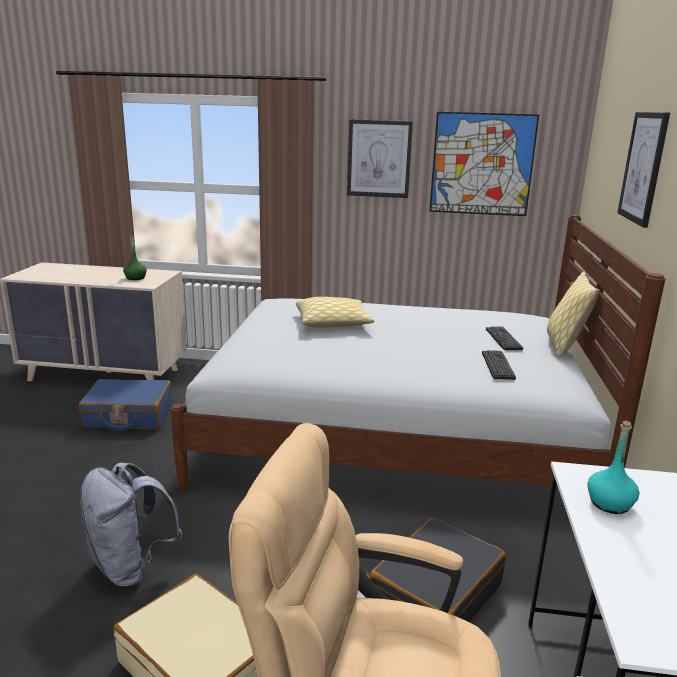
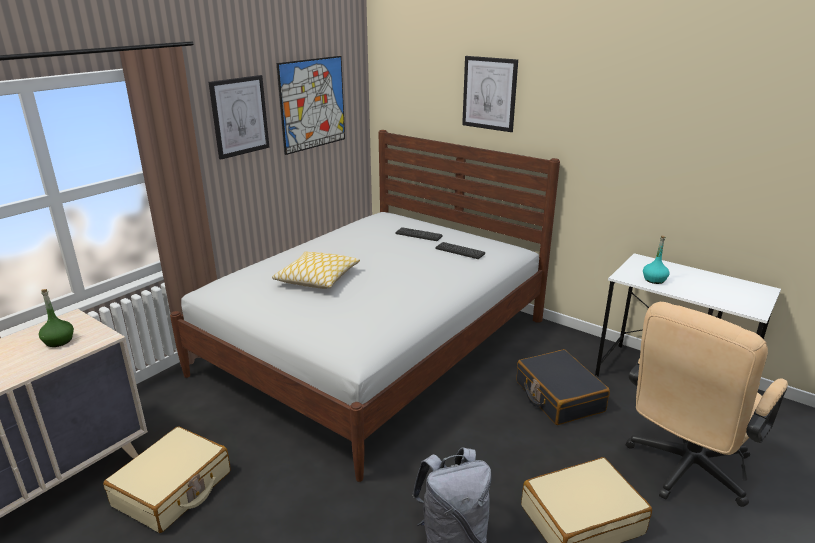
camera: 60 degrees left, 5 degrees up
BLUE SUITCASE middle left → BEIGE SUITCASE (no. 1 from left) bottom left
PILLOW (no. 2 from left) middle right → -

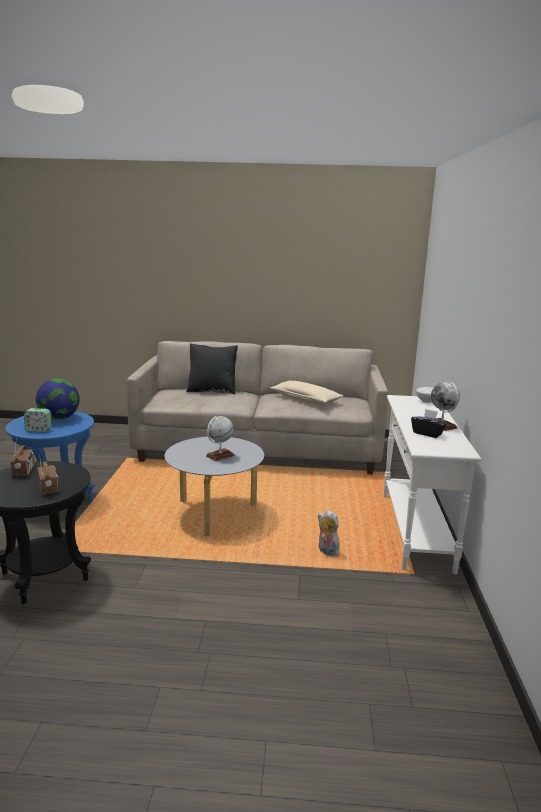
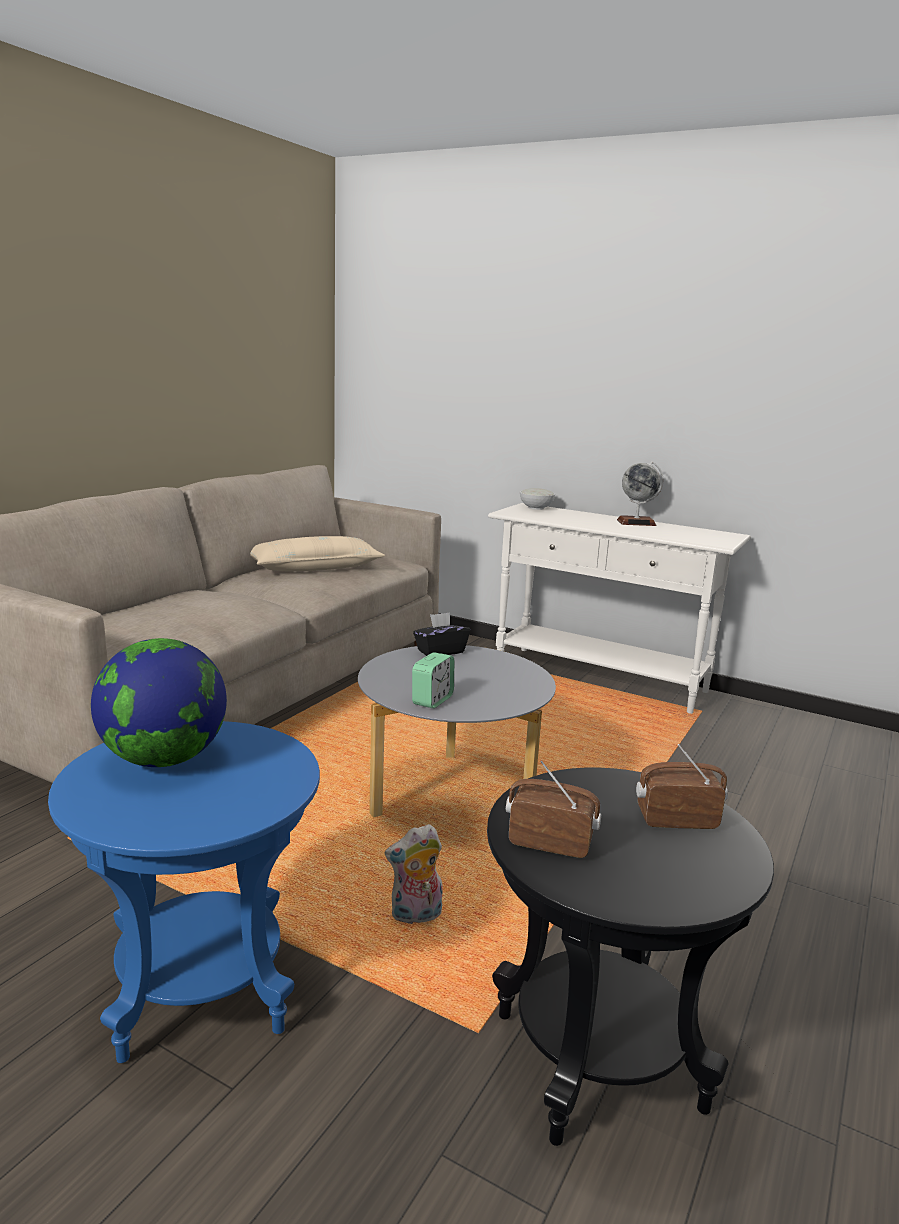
camera: 65 degrees left, 0 degrees up
PLUSH TOY centre → PLUSH TOY bottom centre, shifted
ALARM CLOCK middle left → ALARM CLOCK centre, shifted
BLACK TISSUE BOX middle right → BLACK TISSUE BOX centre, shifted
BLACK PILLOW centre → -
GLOBE (no. 2 from left) centre → -

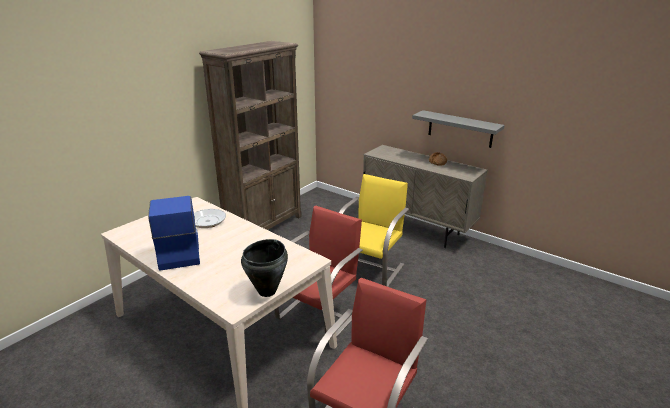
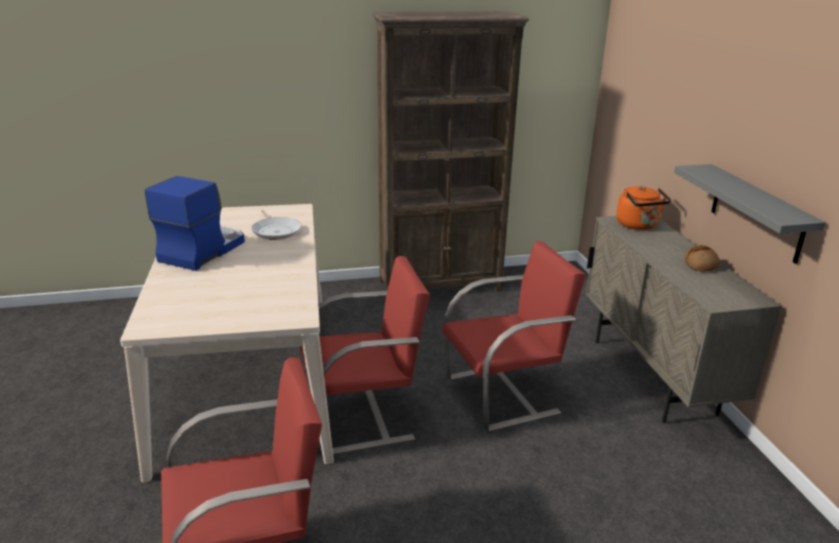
camera: 40 degrees right, 0 degrees up
YELLOW CHAIR centre → RED CHAIR (no. 3 from left) centre
- → ORANGE KETTLE middle right
BLACK COOKING POT centre → -

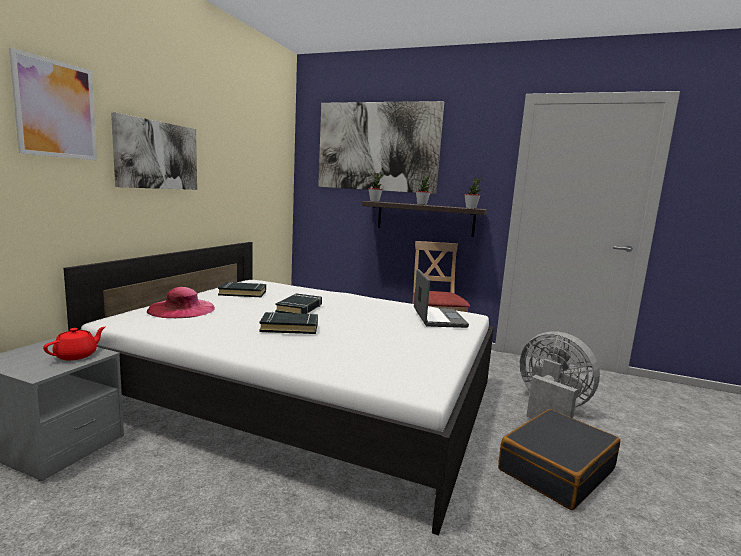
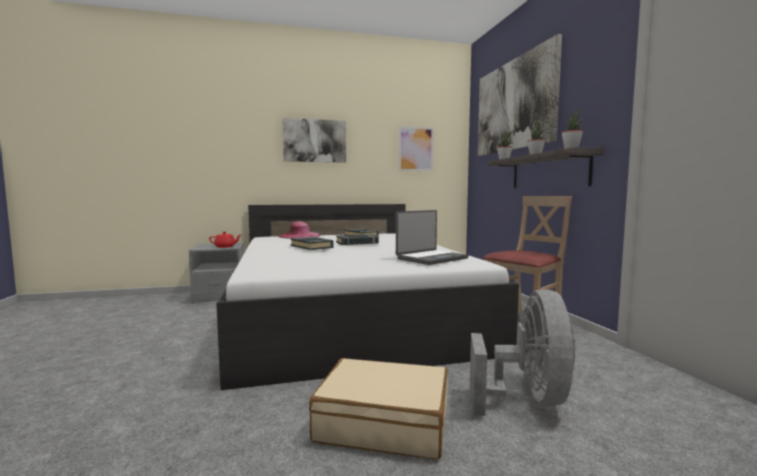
camera: 55 degrees right, 5 degrees down
BLACK SUITCASE bottom right → BEIGE SUITCASE bottom centre
PICTURE (no. 1 from left in the first image) top left → PICTURE (no. 2 from left) top centre, shifted

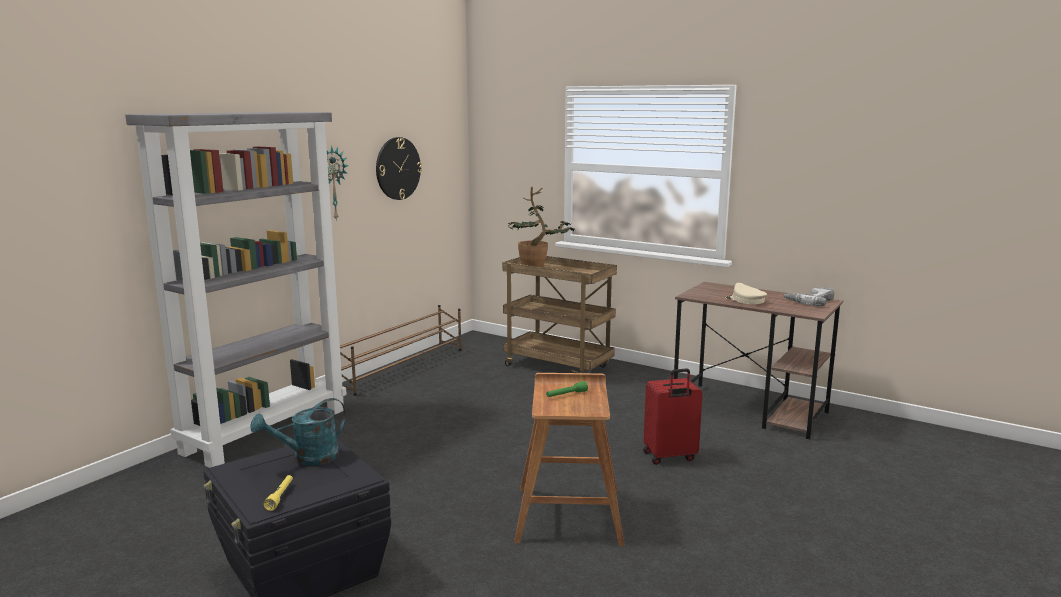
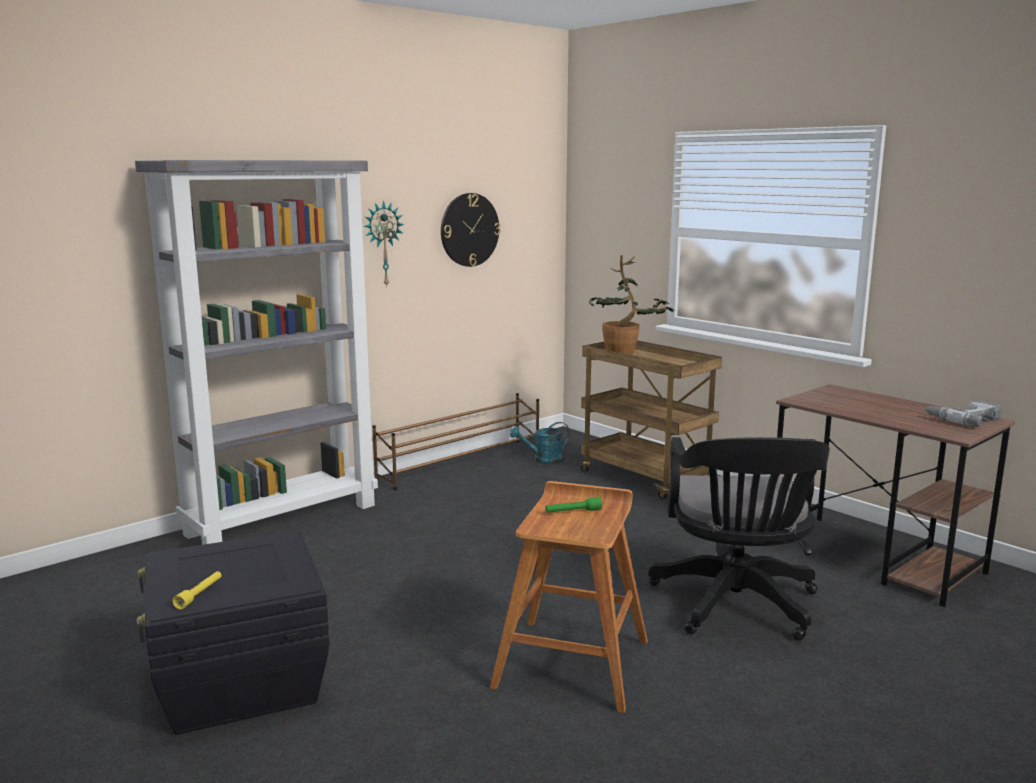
camera: 15 degrees right, 0 degrees up
TURQUOISE WATERING CAN bottom left → TURQUOISE WATERING CAN centre, shifted
RED SUITCASE bottom centre → BLACK OFFICE CHAIR bottom right
BEIGE CAP middle right → -

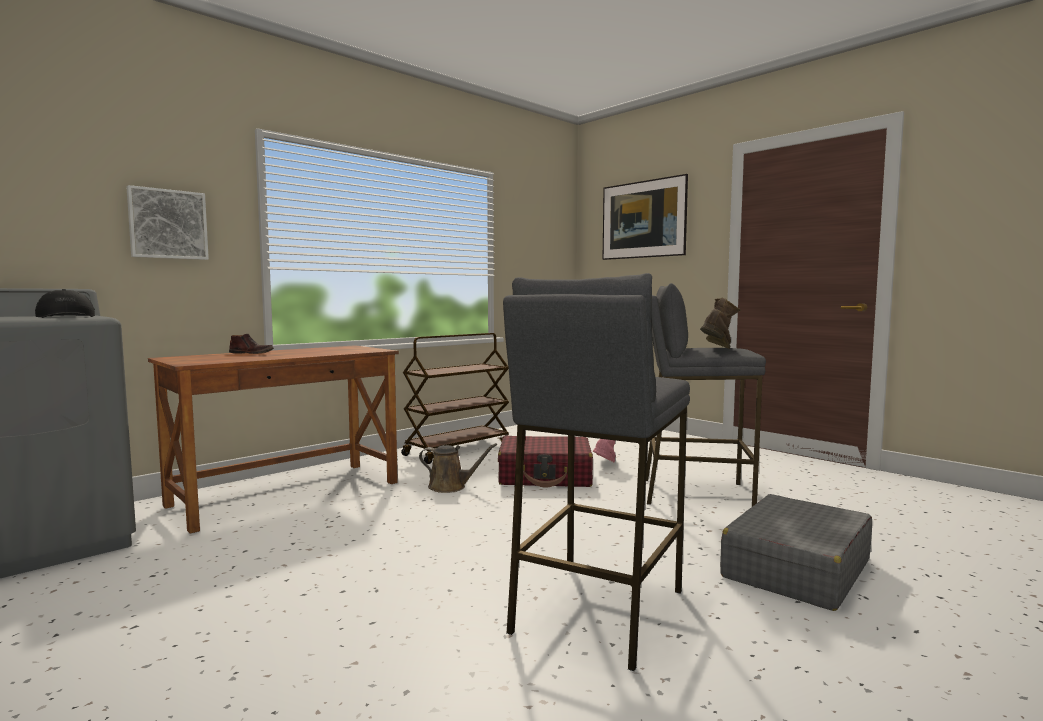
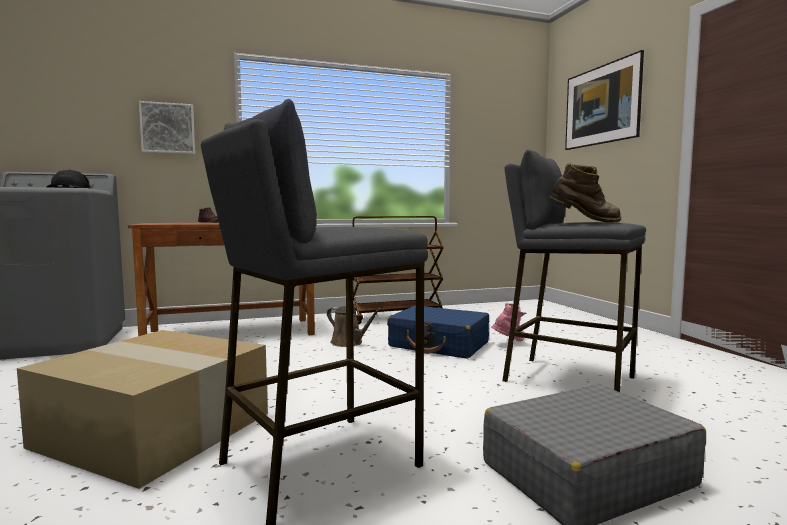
camera: 25 degrees right, 0 degrees up
- → CARDBOARD BOX bottom left
RED SUITCASE centre → BLUE SUITCASE centre
BROWN BOOT middle right, 45 degrees clockwise

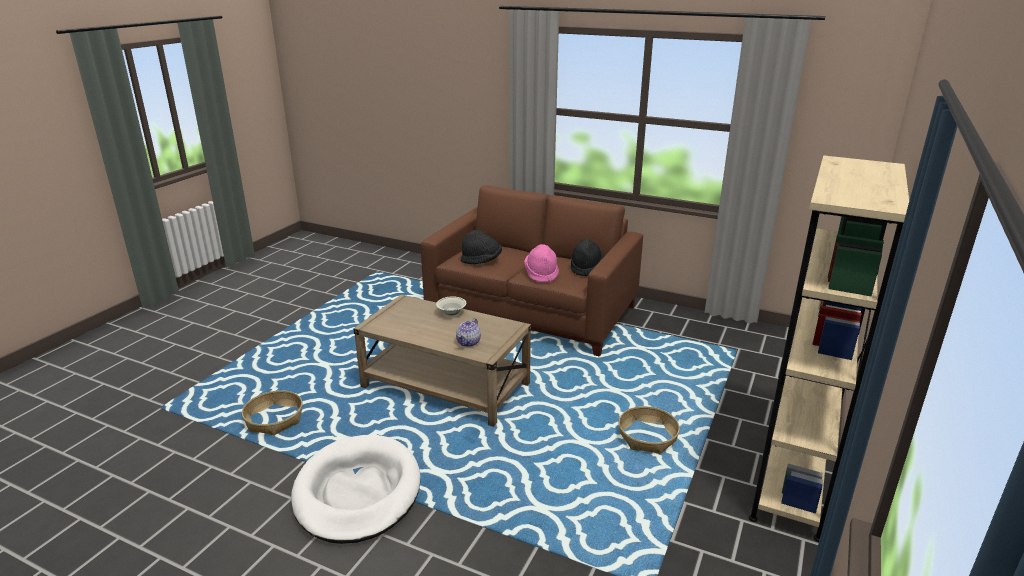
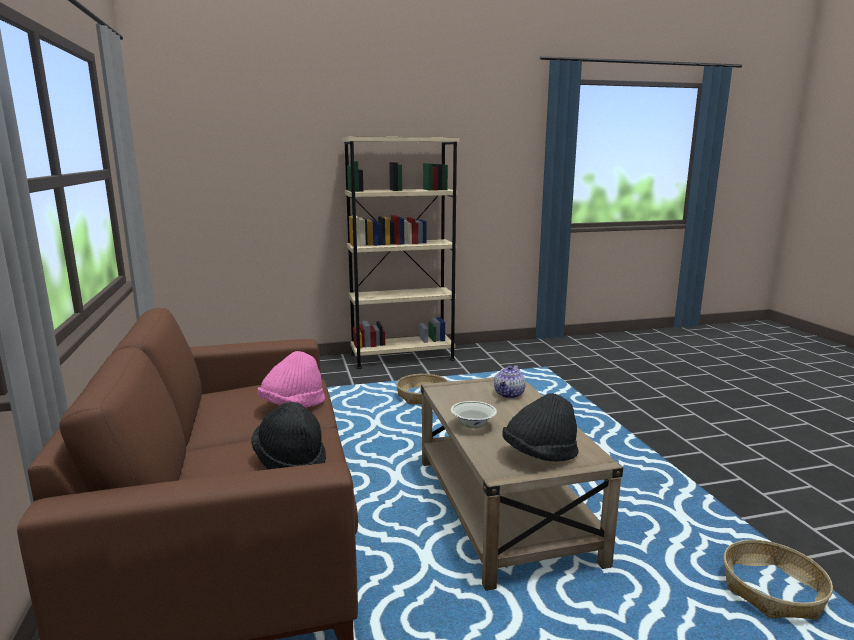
camera: 130 degrees left, 10 degrees down
TEAPOT centre, 135 degrees clockwise
BLACK HAT (no. 2 from left) centre → BLACK HAT (no. 2 from left) bottom centre, shifted
WHITE DOG BED bottom centre → -

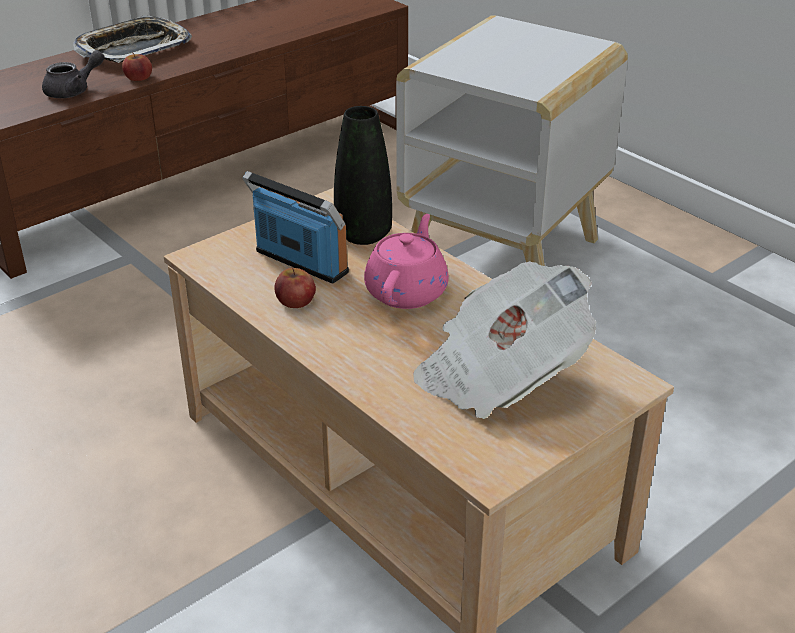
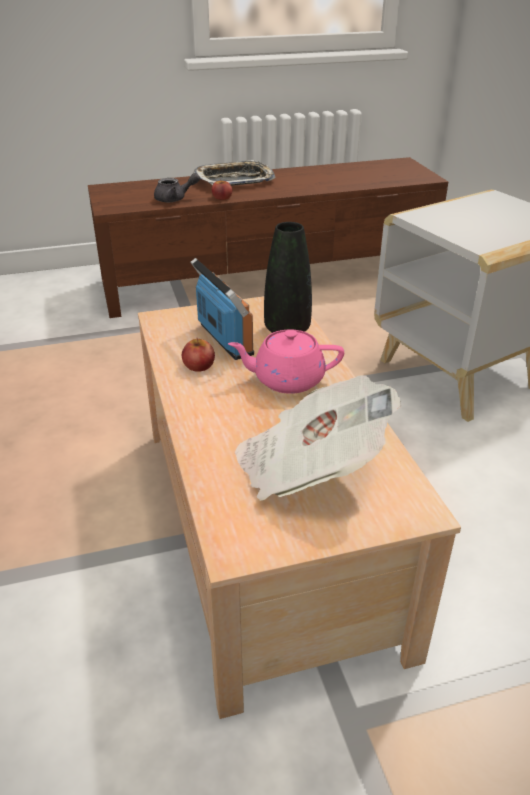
camera: 25 degrees right, 0 degrees up
PINK TEAPOT centre, 135 degrees counterclockwise

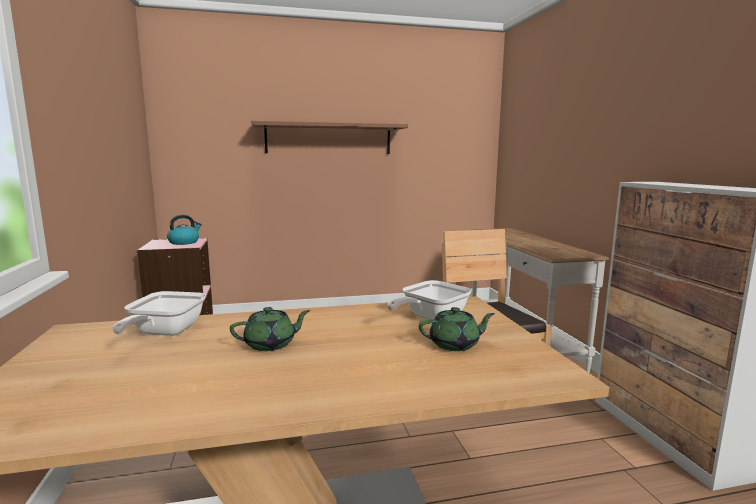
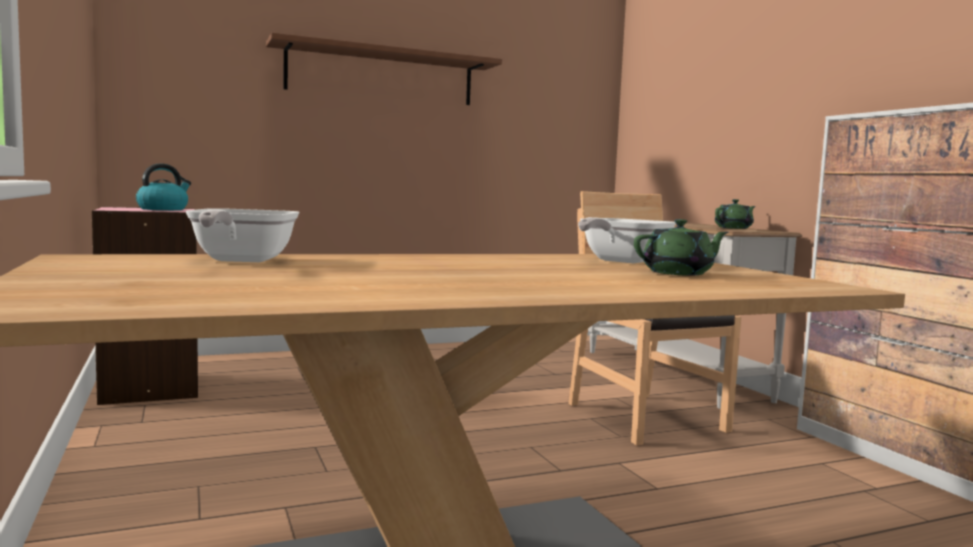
camera: 10 degrees left, 5 degrees down
GREEN TEAPOT (no. 1 from left in the first image) centre → GREEN TEAPOT (no. 2 from left) middle right, shifted

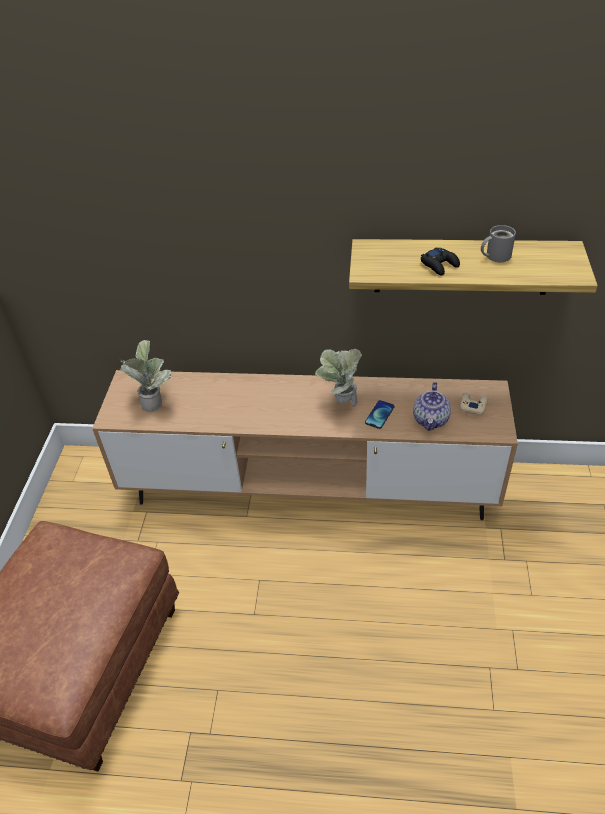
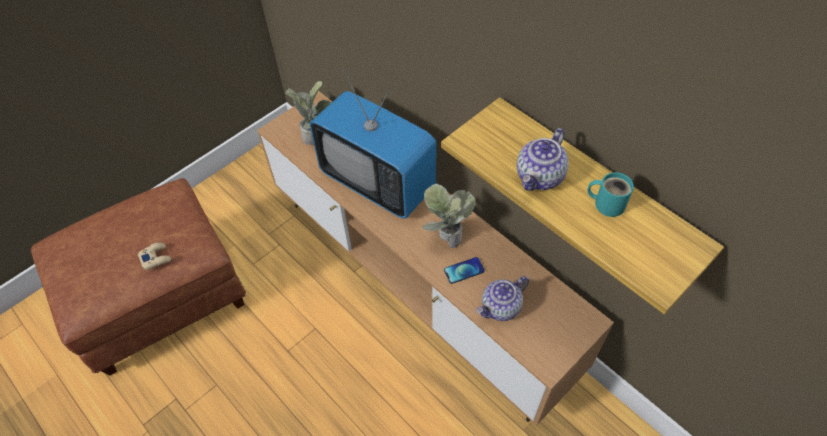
camera: 40 degrees right, 10 degrees up
BEIGE GAME CONTROLLER middle right → BEIGE GAME CONTROLLER middle left, shifted
- → TELEVISION top centre
BLACK GAME CONTROLLER top right → TEAPOT (no. 2 from left) centre
GREY MUG top right → TURQUOISE MUG middle right

